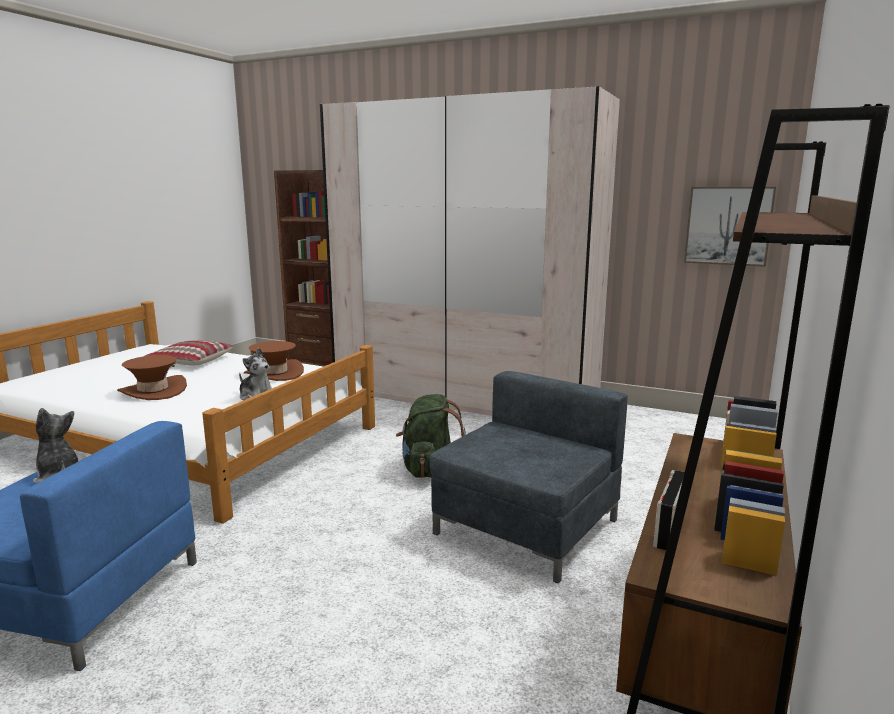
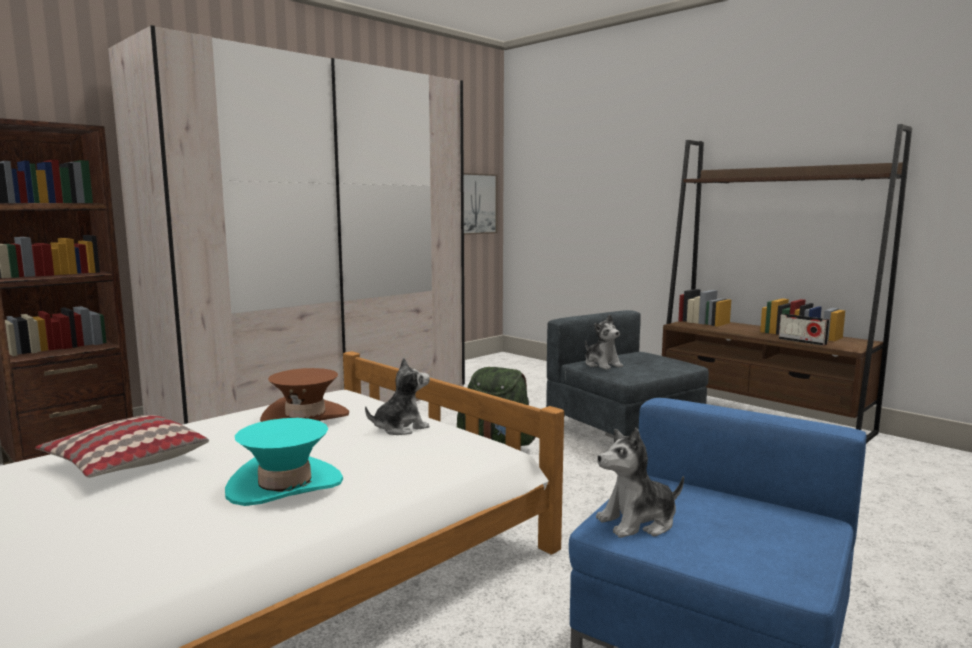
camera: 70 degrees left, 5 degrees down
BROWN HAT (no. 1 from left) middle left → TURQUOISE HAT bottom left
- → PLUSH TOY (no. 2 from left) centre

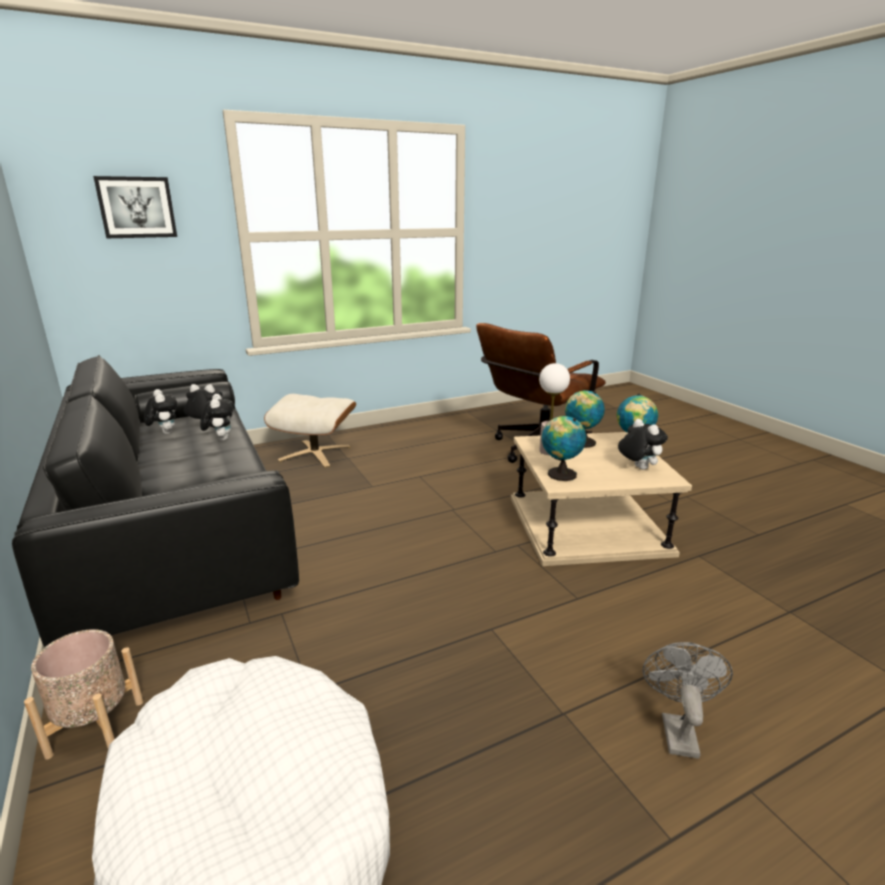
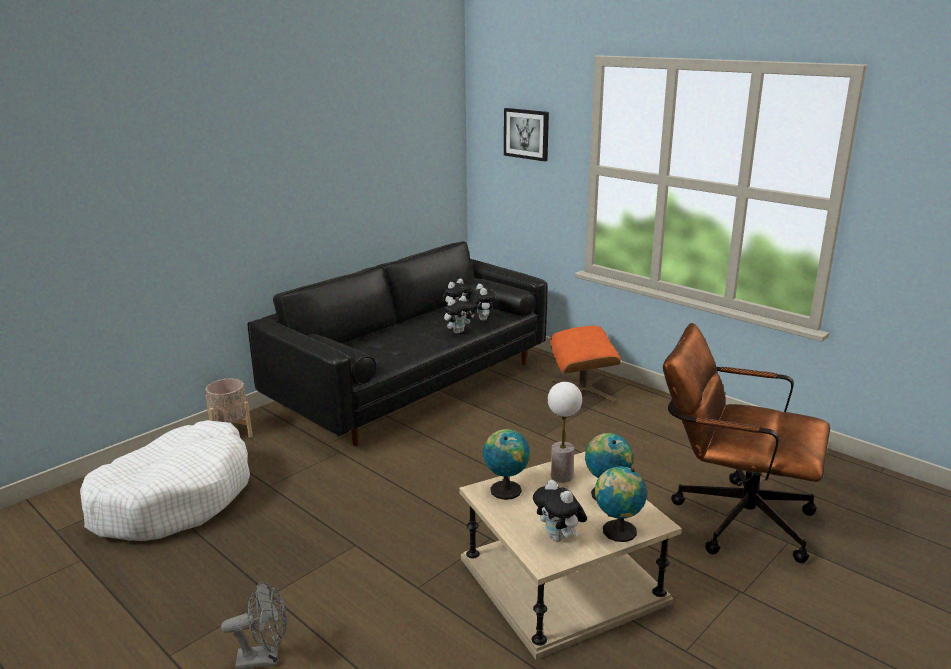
camera: 70 degrees right, 0 degrees up
PLUSH TOY (no. 4 from left) middle right → PLUSH TOY (no. 4 from left) bottom centre, 105 degrees clockwise
BEIGE OTTOMAN centre → ORANGE OTTOMAN centre

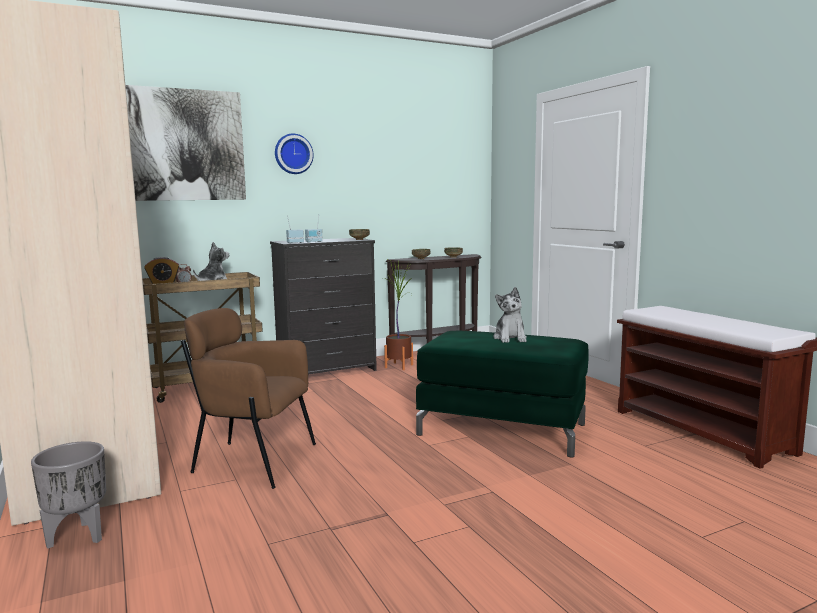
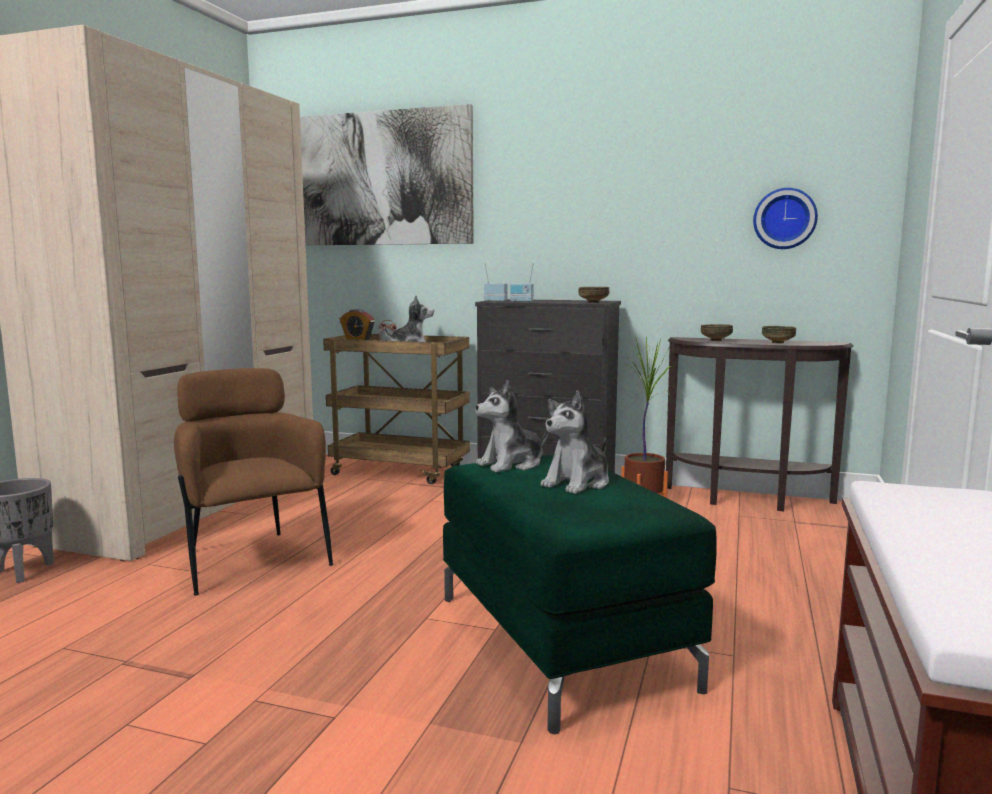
camera: 45 degrees right, 0 degrees up
- → PLUSH TOY (no. 2 from left) centre
WALL CLOCK top centre → WALL CLOCK top right, shifted

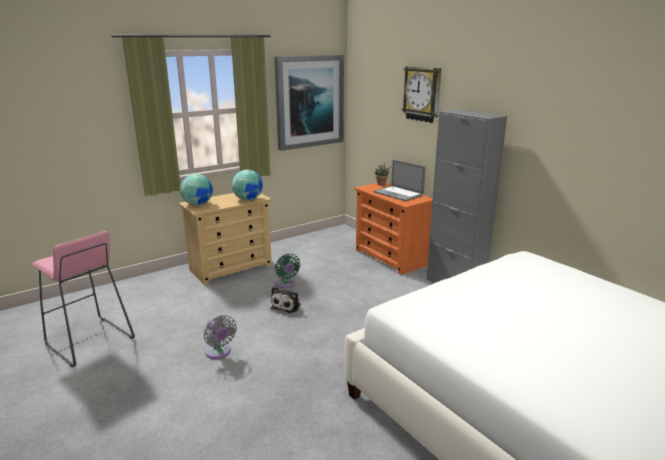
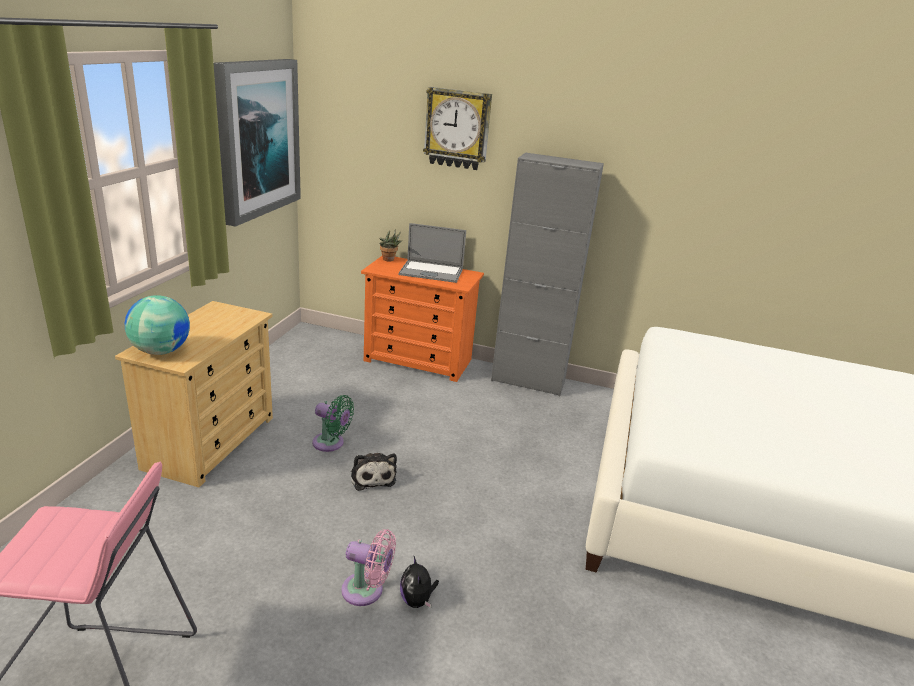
camera: 40 degrees left, 5 degrees up
GREY FAN bottom left → PINK FAN bottom centre
- → PLUSH TOY (no. 2 from left) bottom centre
GLOBE (no. 2 from left) centre → -

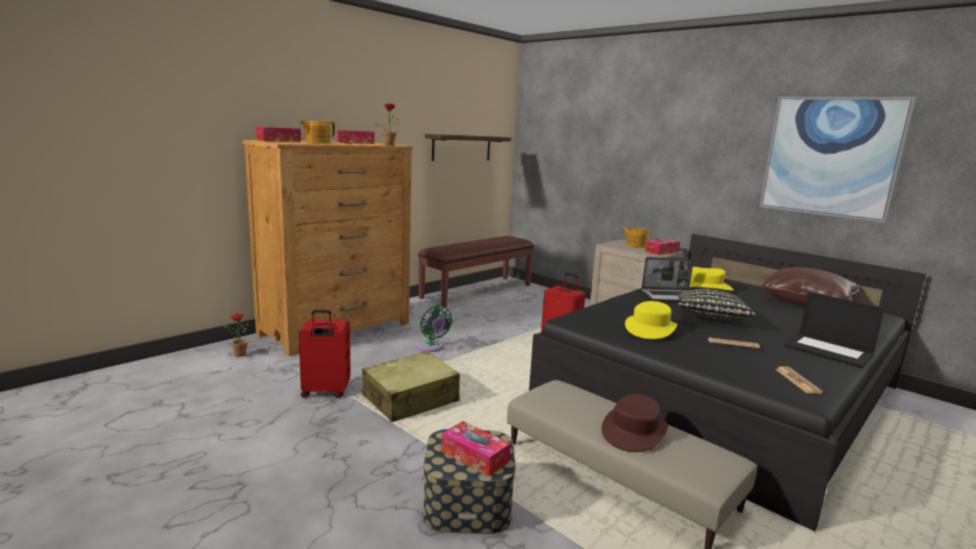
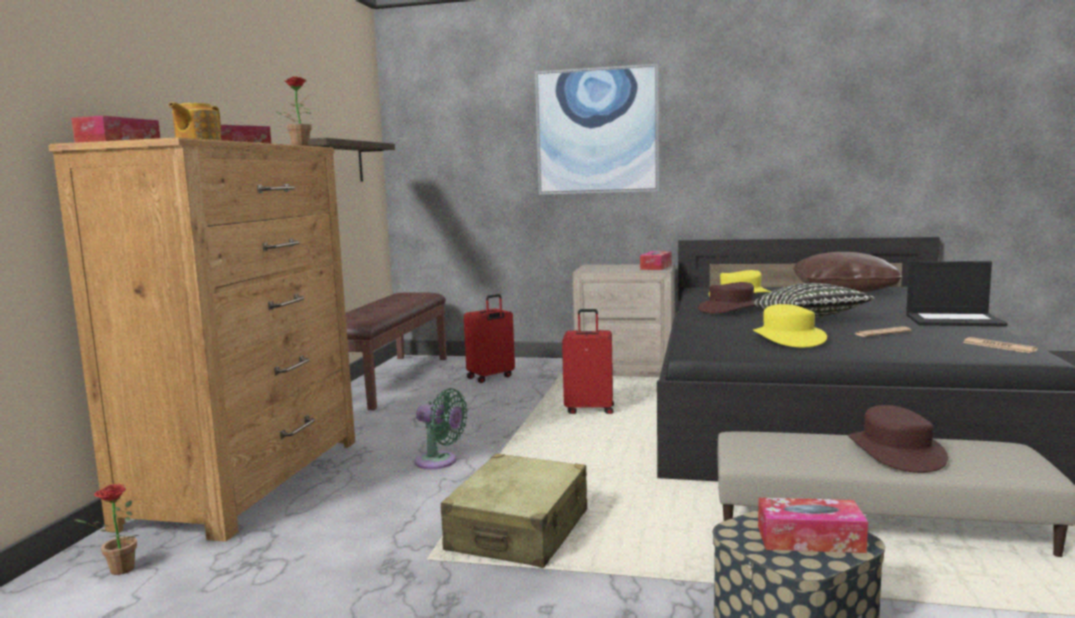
camera: 30 degrees left, 5 degrees down
RED SUITCASE (no. 1 from left) middle left → RED SUITCASE (no. 1 from left) centre, shifted
PICTURE top right → PICTURE top centre, shifted
LAPTOP (no. 1 from left) middle right → BROWN HAT (no. 1 from left) middle right
TEAPOT (no. 2 from left) centre → -

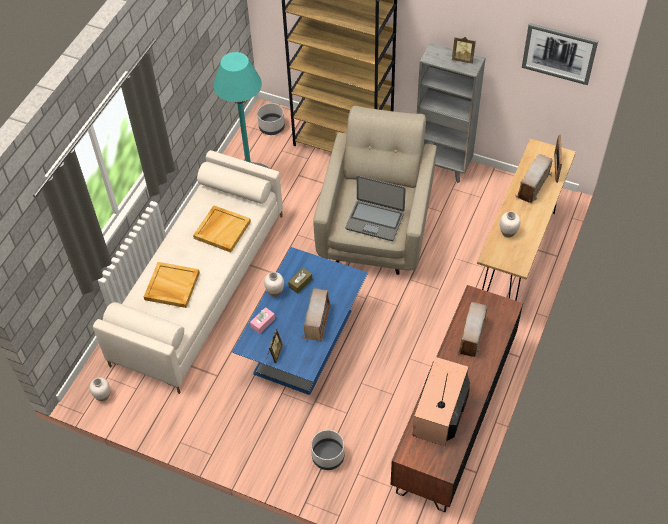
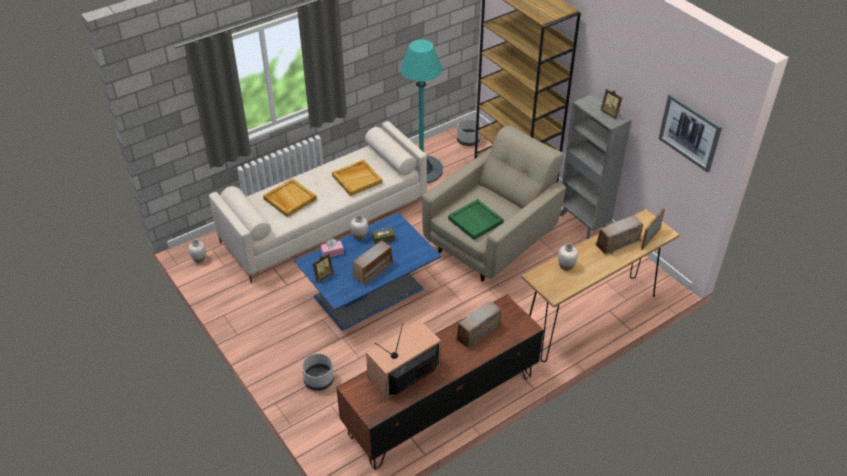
camera: 30 degrees right, 10 degrees down
LAPTOP centre → GREEN TRAY centre

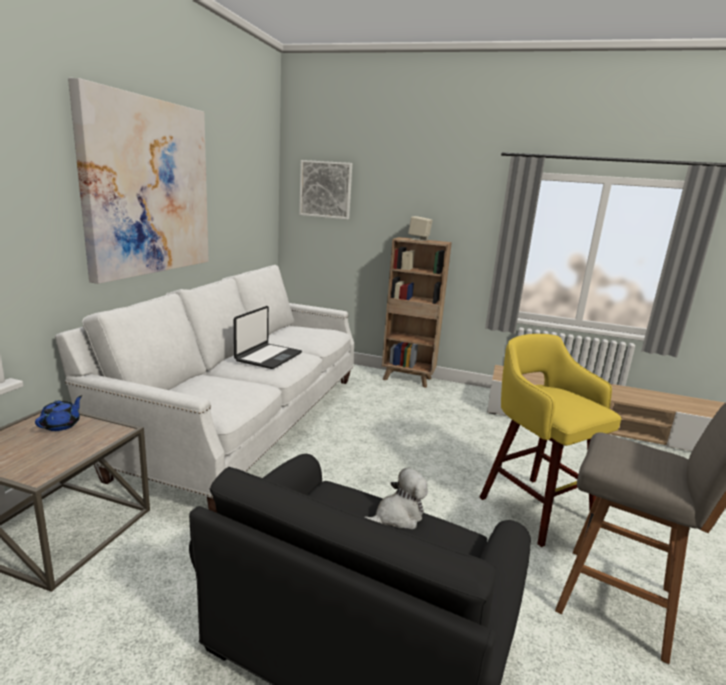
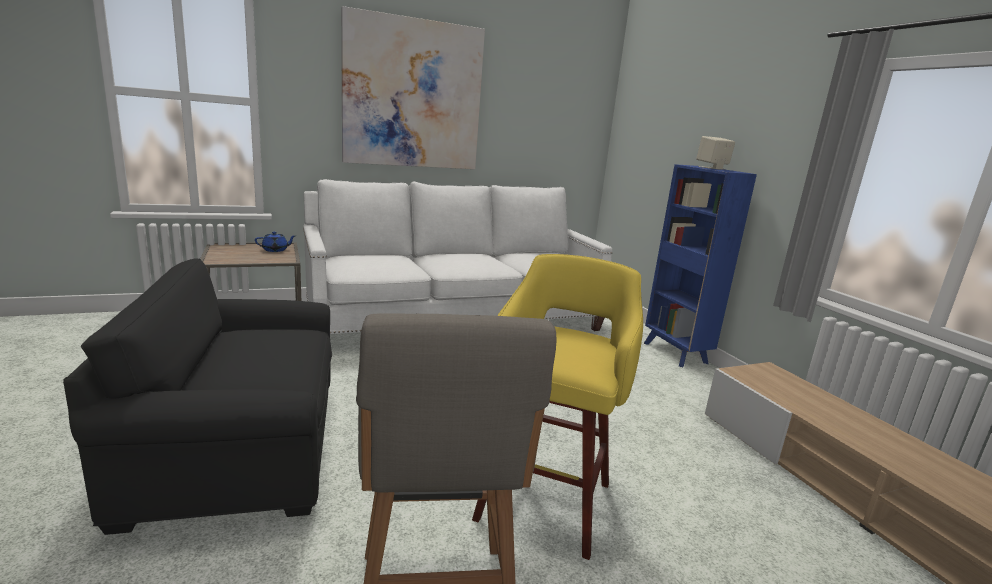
camera: 50 degrees right, 0 degrees up
BROWN BOOKCASE centre → BLUE BOOKCASE middle right
LAPTOP centre → -
PICTURE (no. 2 from left) top centre → -
PLUSH TOY bottom centre → -

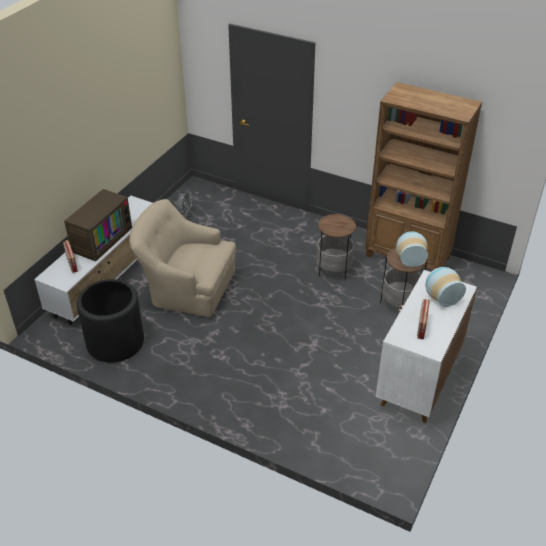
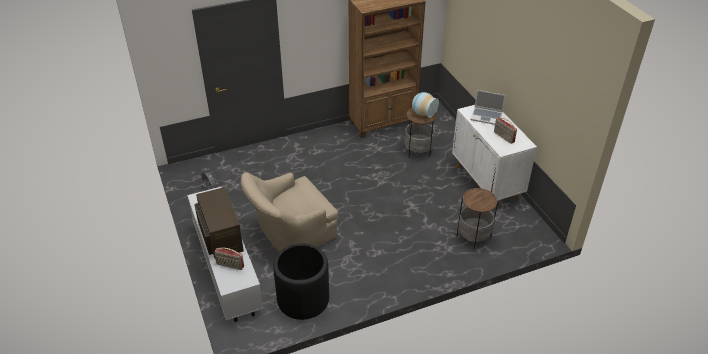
camera: 50 degrees left, 0 degrees up
SIDE TABLE (no. 1 from left in the first image) centre → SIDE TABLE (no. 2 from left) middle right, shifted
VASE (no. 2 from left) middle right → LAPTOP top right

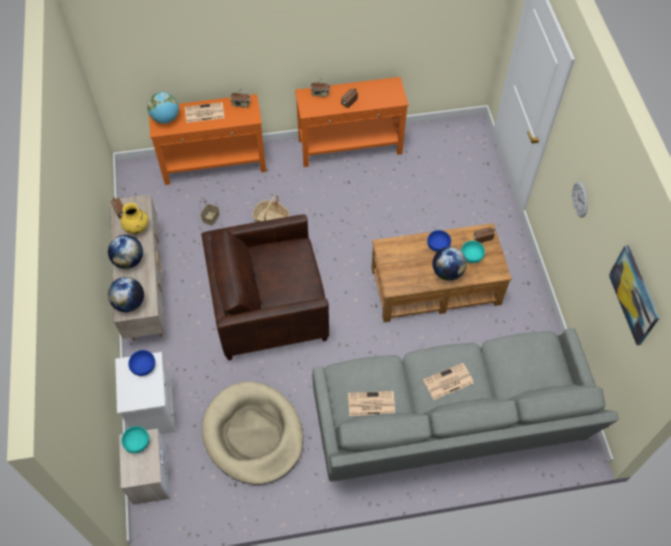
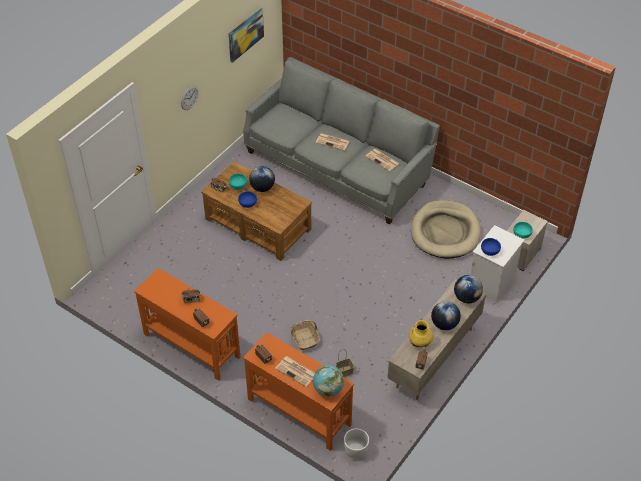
camera: 135 degrees left, 10 degrees down
- → WHITE PLANTER bottom centre
BROWN ARMCHAIR centre → -

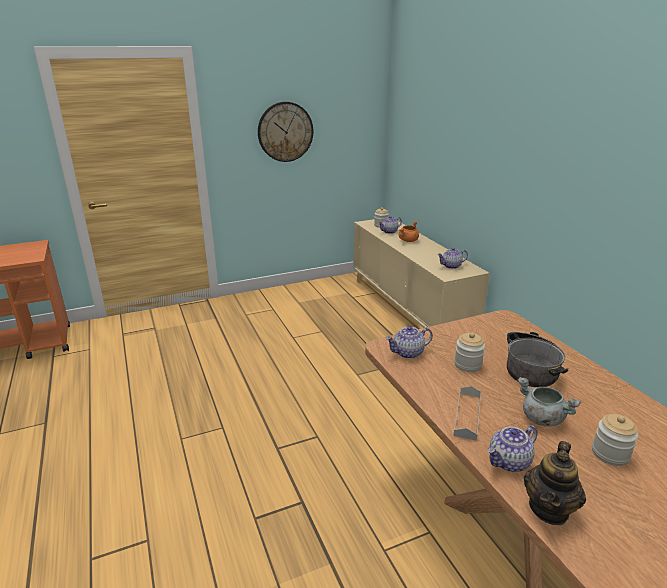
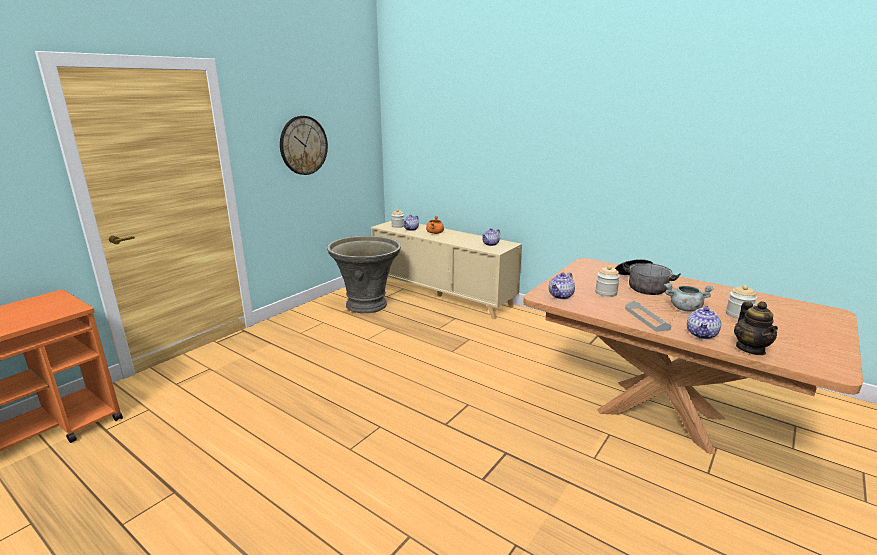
camera: 30 degrees left, 5 degrees down
- → GREY PLANTER centre

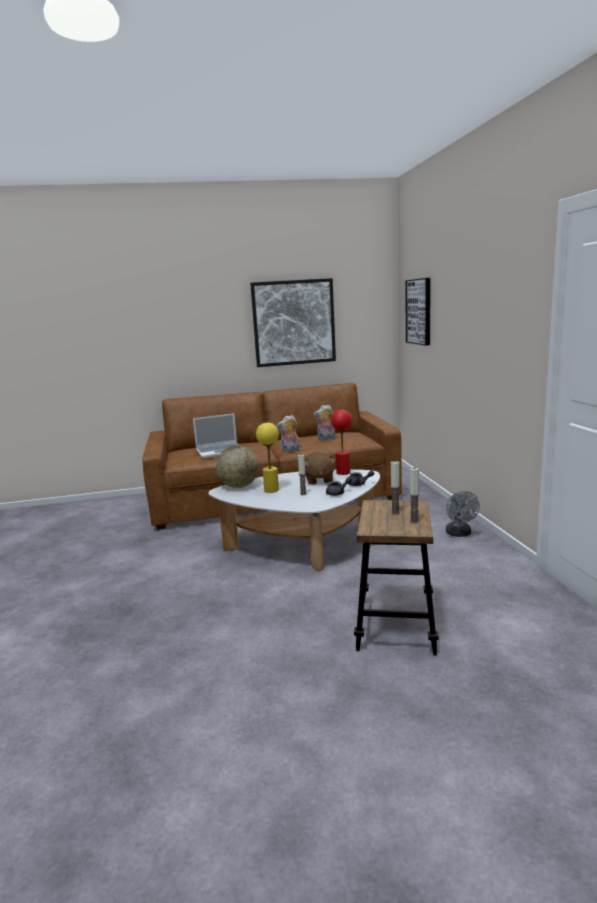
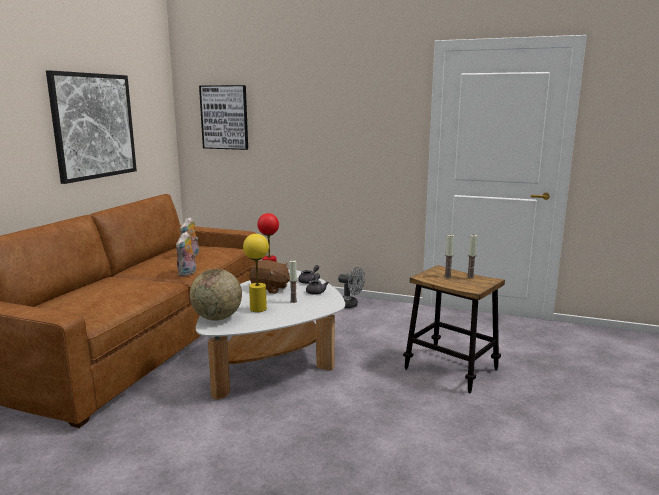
camera: 60 degrees left, 0 degrees up
LAPTOP centre → -

